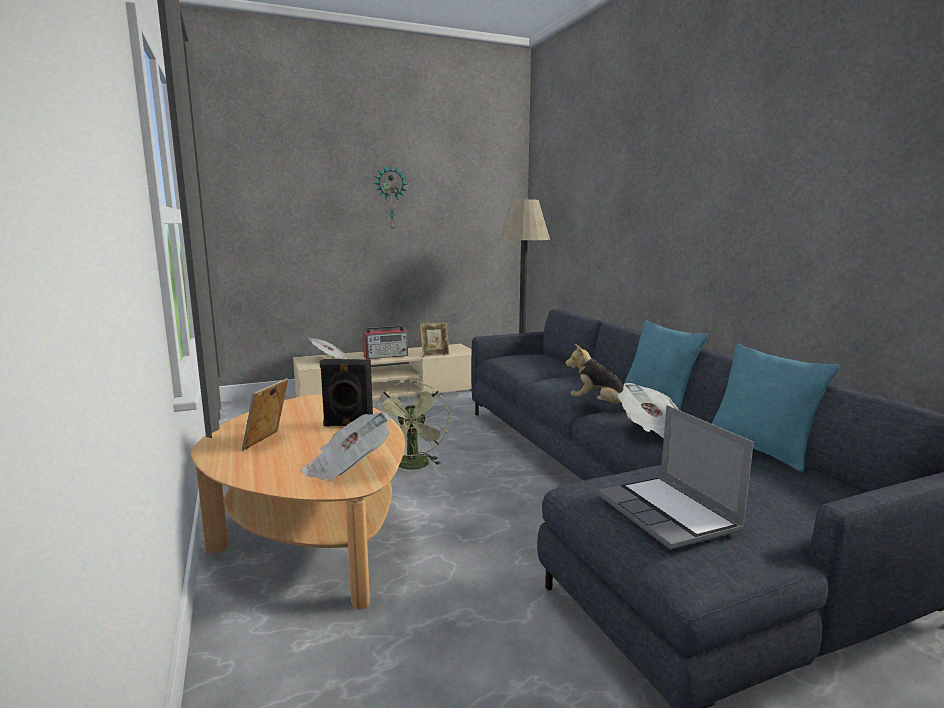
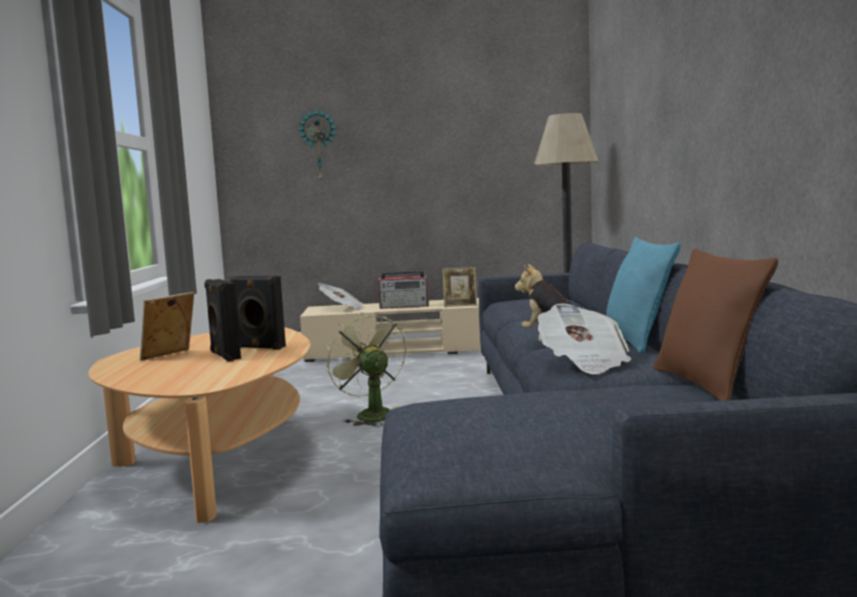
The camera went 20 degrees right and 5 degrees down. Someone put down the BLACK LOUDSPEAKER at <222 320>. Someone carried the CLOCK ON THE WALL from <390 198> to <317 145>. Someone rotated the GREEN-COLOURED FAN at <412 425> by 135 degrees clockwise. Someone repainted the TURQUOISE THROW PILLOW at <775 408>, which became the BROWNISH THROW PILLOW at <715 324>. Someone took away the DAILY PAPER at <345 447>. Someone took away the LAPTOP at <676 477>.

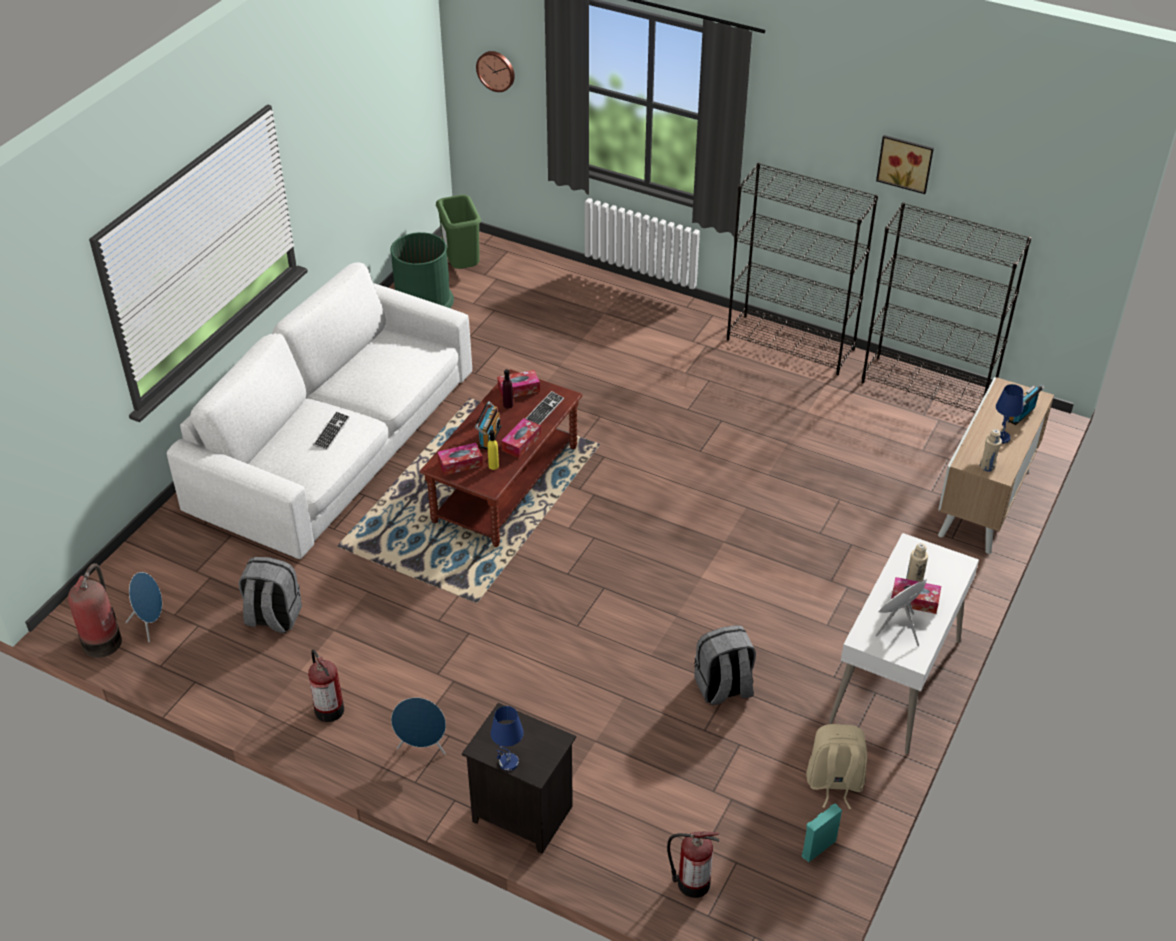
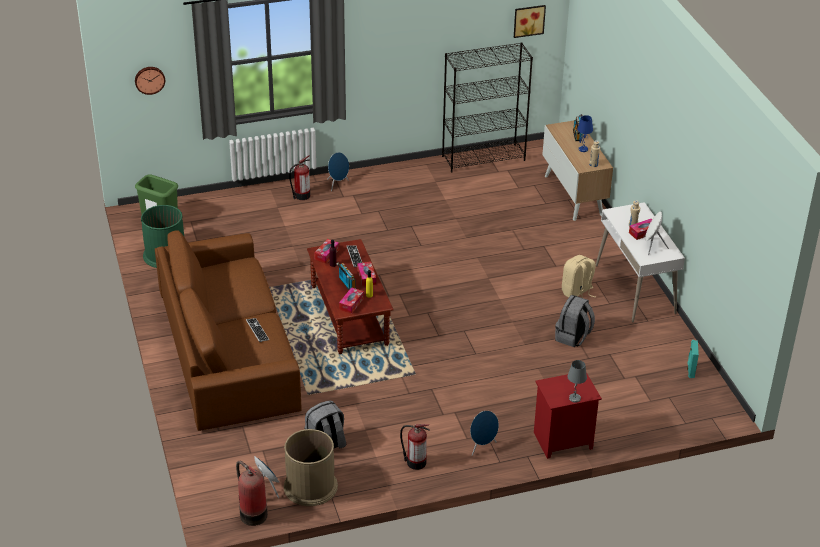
The camera went 45 degrees left and 5 degrees down. Someone repainted the WHITISH SETTEE at <319 410>, which became the BROWNISH SETTEE at <228 330>. Someone put down the BROWNISH TRASH CAN at <311 467>. Someone carried the FIRE-FIGHTING CYLINDER from <693 864> to <299 177>. Someone put down the BLUISH LOUDSPEAKER at <338 171>. Someone carried the WALL PICTURE from <905 164> to <530 21>. Someone repainted the BLACK NIGHTSTAND at <519 778>, which became the RED-COLOURED NIGHTSTAND at <568 415>. Someone carried the BEIGE-COLOURED BACKPACK from <836 766> to <579 276>. Someone repainted the BLUISH LAMP FOR A TABLE at <507 738>, which became the GREY LAMP FOR A TABLE at <577 381>. Someone took away the BLACK BOOKCASE at <802 269>.

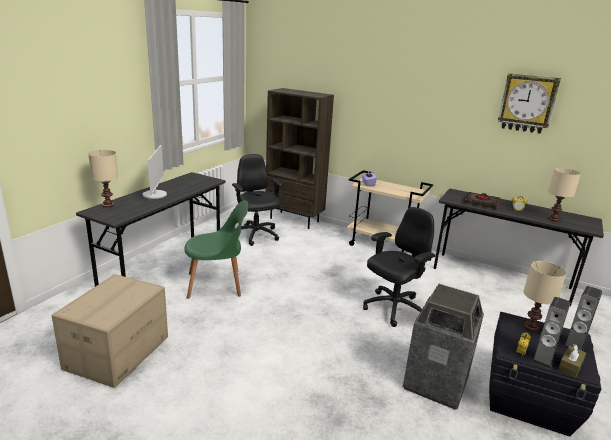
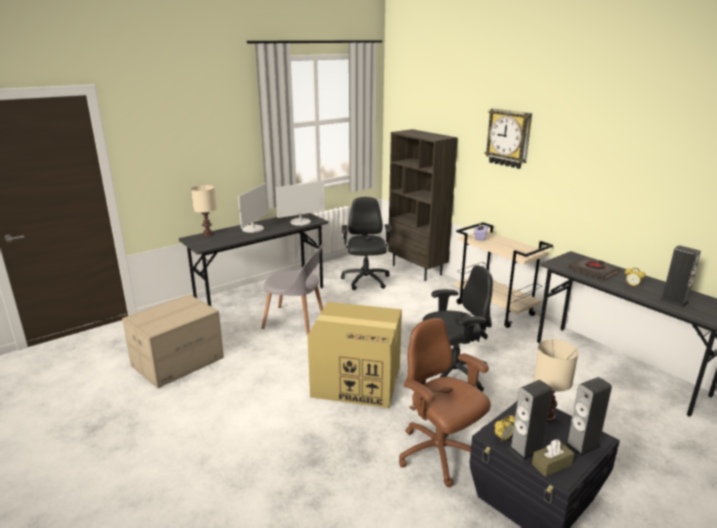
The camera went 25 degrees right and 0 degrees up. Someone repainted the GREEN-COLOURED PLAIN CHAIR at <216 249>, which became the GREY PLAIN CHAIR at <293 288>. Someone put down the COMPUTER DISPLAY at <300 203>. Someone put down the CARTON at <354 355>. Someone swapped the TRASH CAN at <443 347> for the BROWNISH OFFICE CHAIR at <445 402>. Someone carried the CLOCK ON THE WALL from <529 103> to <508 138>. Someone swapped the BEIGE-COLOURED LAMP FOR A TABLE at <564 195> for the LOUDSPEAKER at <680 276>.

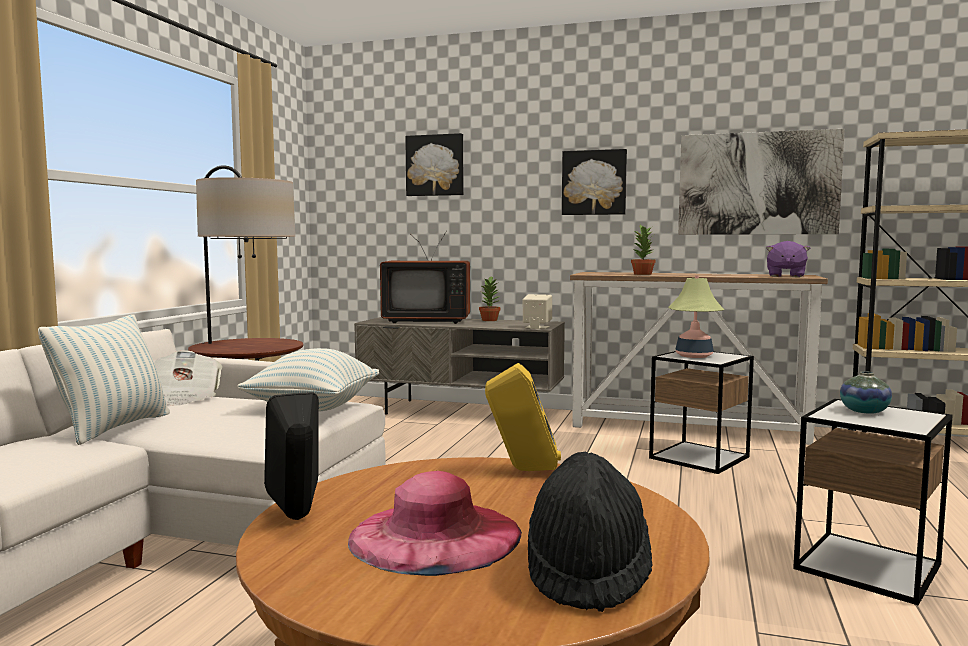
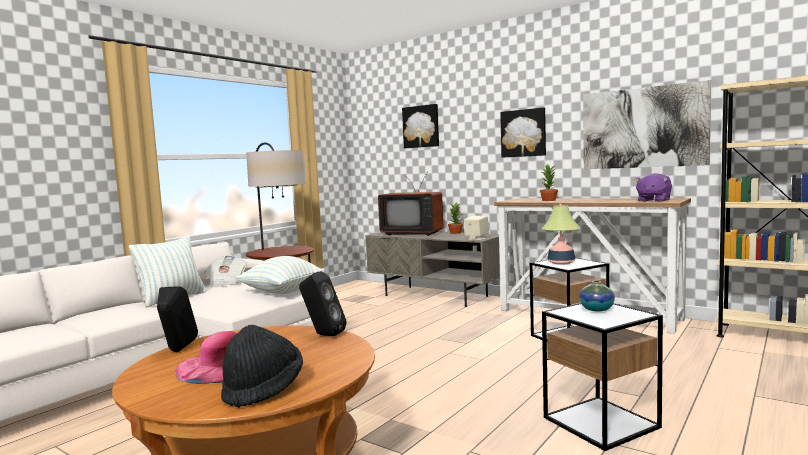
The camera went 20 degrees right and 0 degrees up. Someone repainted the YELLOW LOUDSPEAKER at <523 417>, which became the BLACK LOUDSPEAKER at <323 303>.

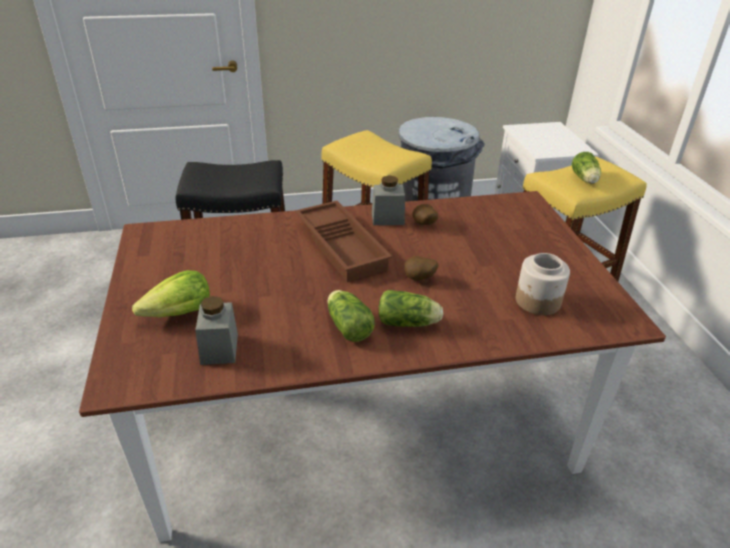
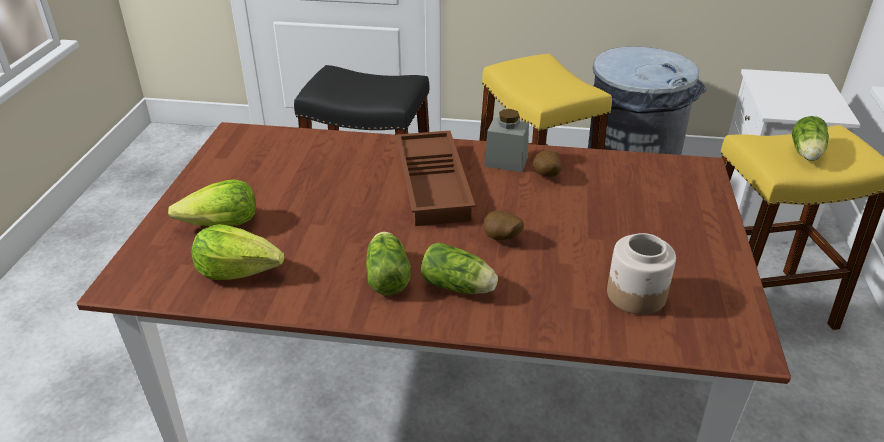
The camera went 20 degrees right and 0 degrees up. Someone swapped the GREY JAR at <216 330> for the LETTUCE HEAD at <238 252>.

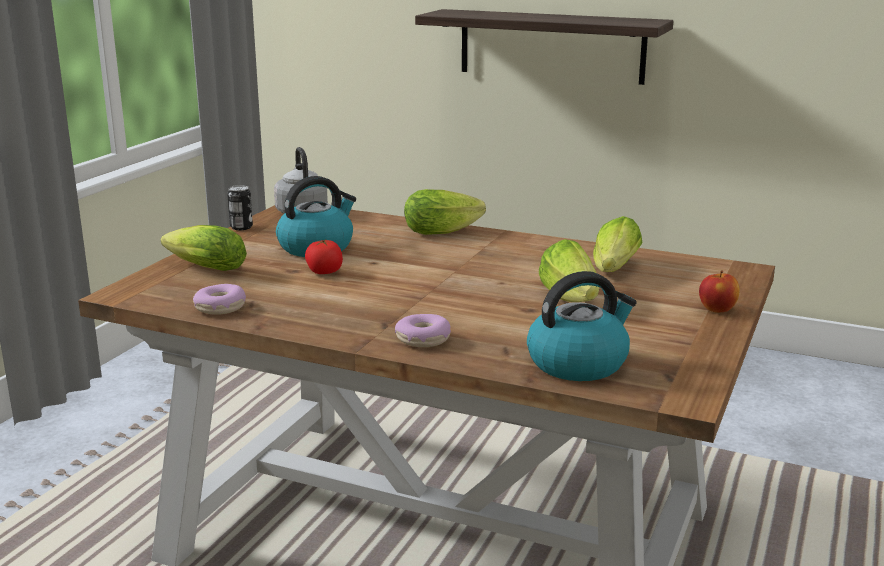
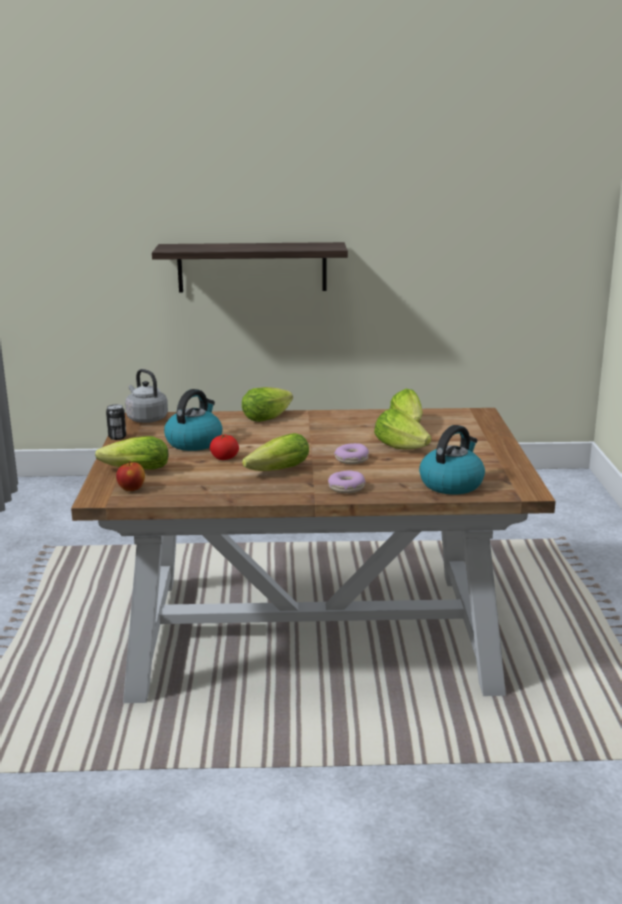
The camera went 25 degrees left and 0 degrees up. Someone carried the APPLE from <719 291> to <130 476>. Someone put down the LETTUCE HEAD at <275 452>. Someone carried the DONUT from <219 299> to <351 453>.

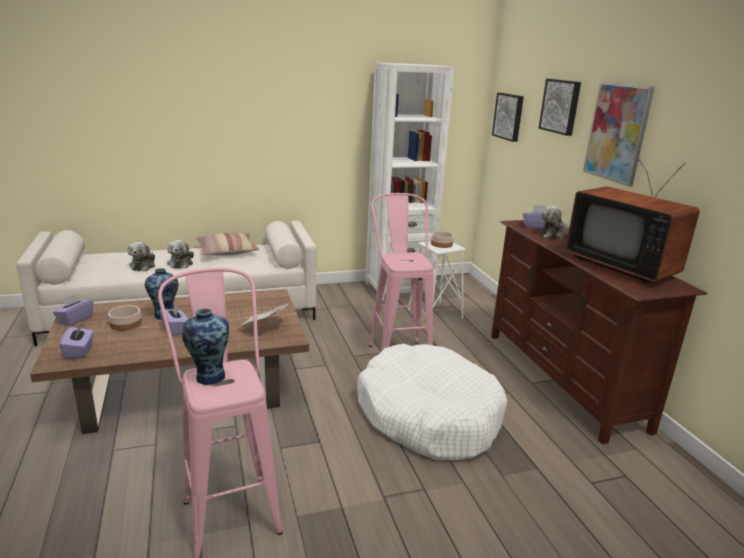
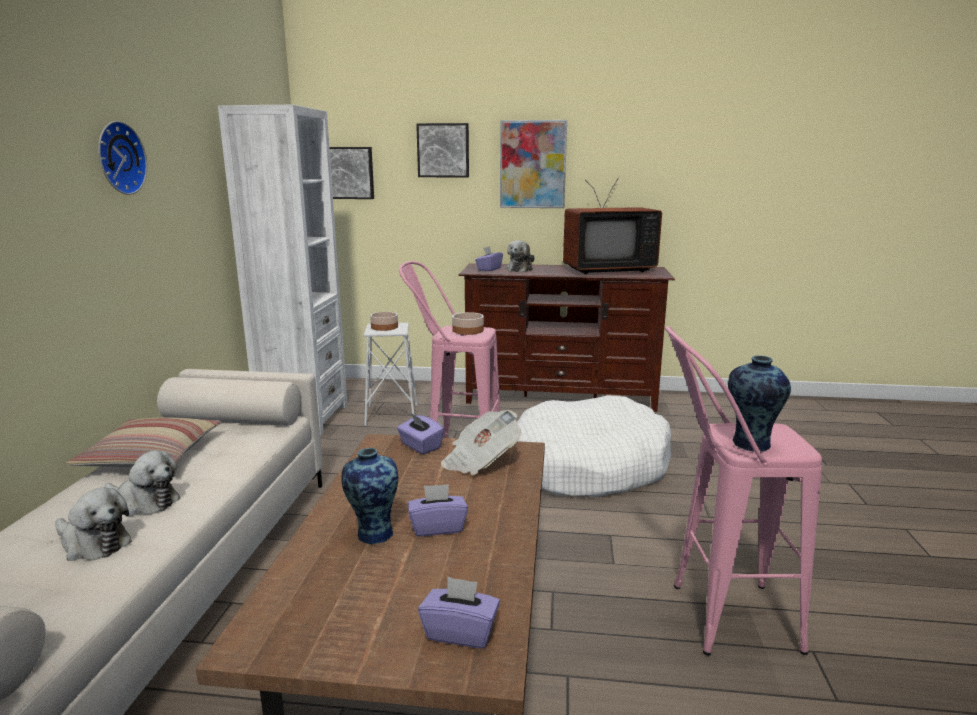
The camera went 65 degrees left and 5 degrees down. Someone put up the CLOCK ON THE WALL at <122 158>. Someone carried the PURPLE TISSUE HOLDER from <73 310> to <420 433>. Someone carried the DEEP DISH from <125 318> to <468 323>.

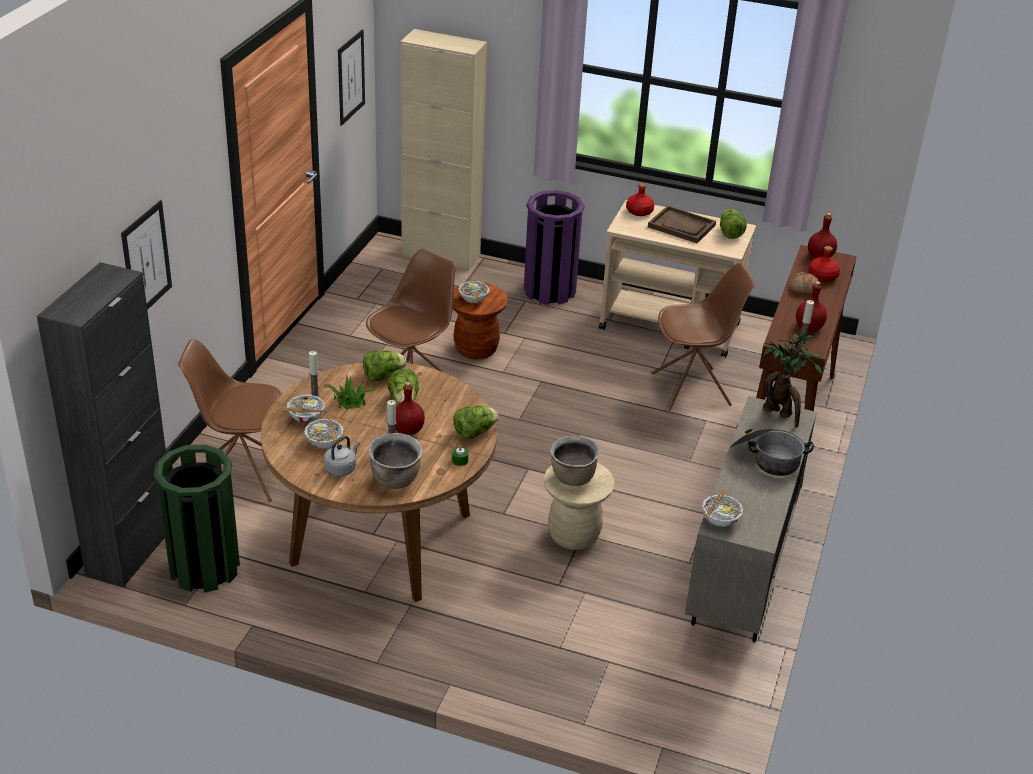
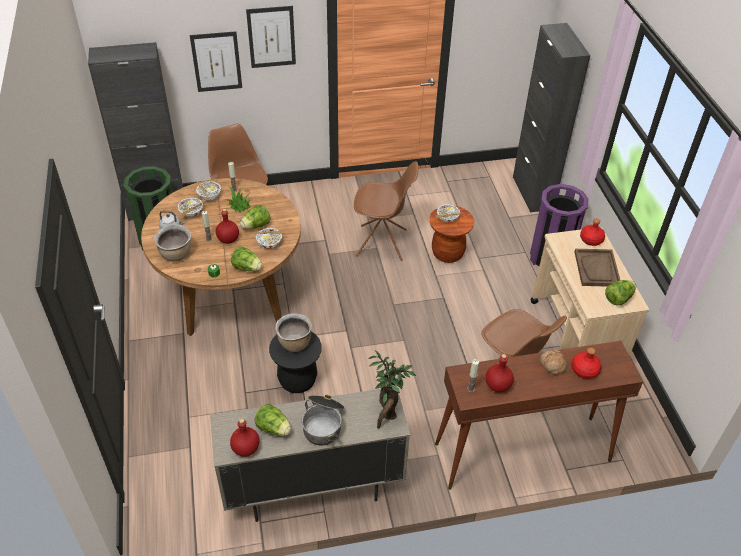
The camera went 60 degrees right and 10 degrees up. Someone carried the RED-COLOURED BOTTLE from <822 235> to <245 437>. Someone carried the WALL PICTURE from <351 77> to <271 37>. Someone carried the DEEP DISH from <722 508> to <269 238>. Someone carried the LETTUCE HEAD from <384 366> to <273 419>. Someone repainted the BEIGE-COLOURED STOOL at <579 506>, which became the BLACK STOOL at <295 362>. Someone repainted the BEIGE-COLOURED STORAGE CABINET at <443 150>, which became the BLACK STORAGE CABINET at <551 117>.

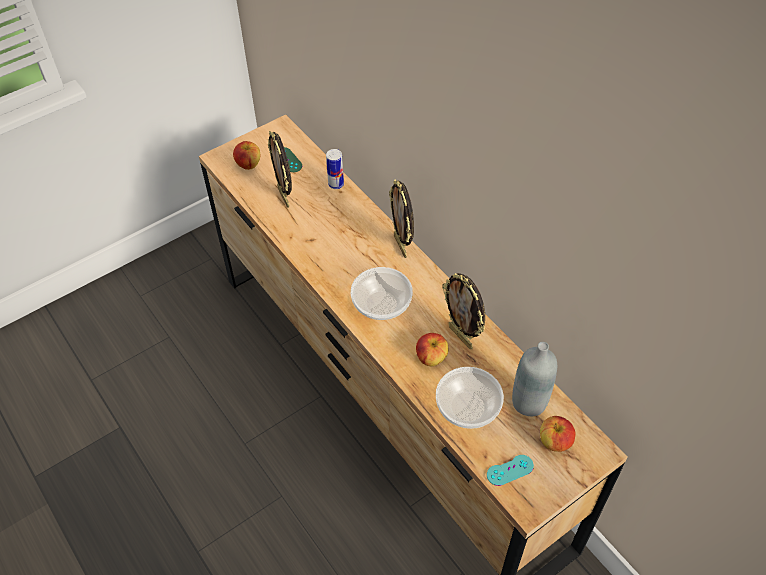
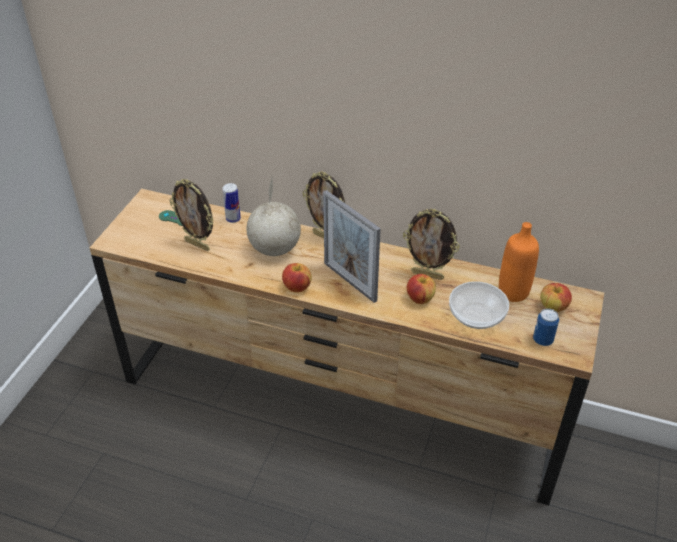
The camera went 35 degrees left and 10 degrees down. Someone put down the WORLD GLOBE at <273 217>. Someone carried the APPLE from <246 155> to <297 277>. Someone swapped the DEEP DISH at <382 293> for the PHOTO FRAME at <352 246>. Someone repainted the GREY BOTTLE at <534 379>, which became the ORANGE-COLOURED BOTTLE at <519 262>. Someone swapped the TURQUOISE JOYPAD at <510 470> for the CAN at <546 327>.

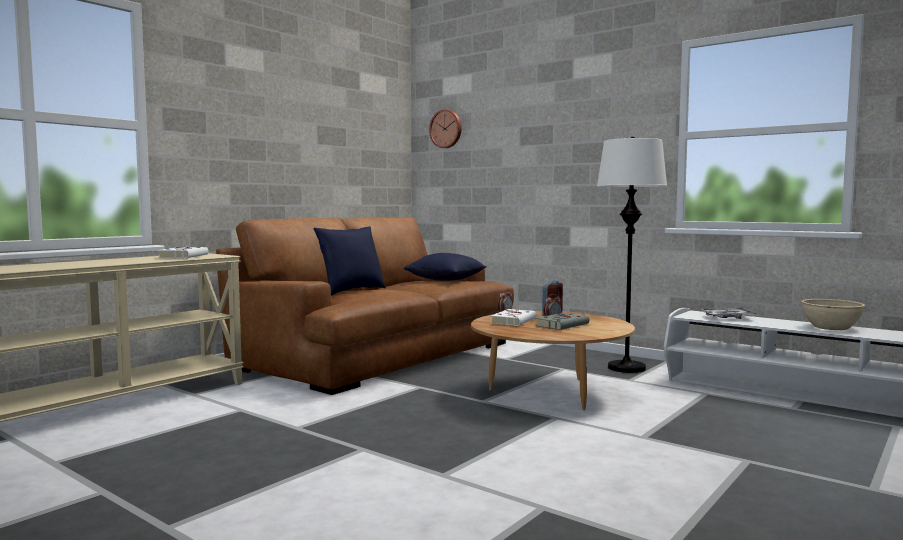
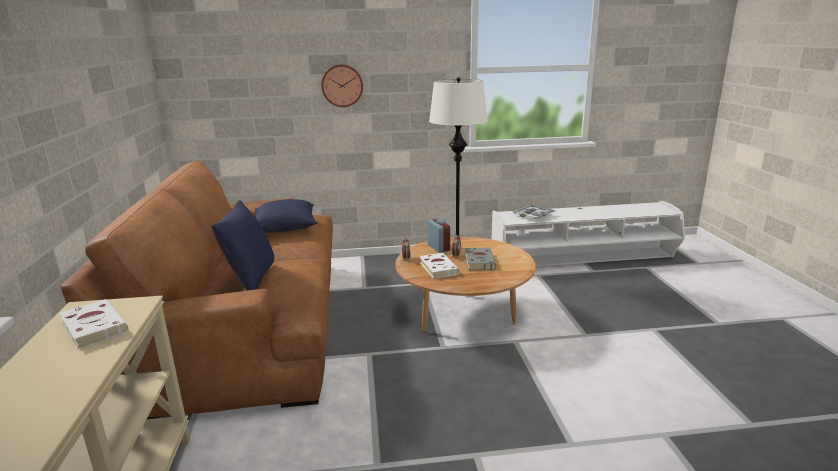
The camera went 45 degrees left and 15 degrees up. Someone carried the CLOCK ON THE WALL from <445 128> to <342 85>. Someone took away the BEIGE-COLOURED DEEP DISH at <833 314>.

